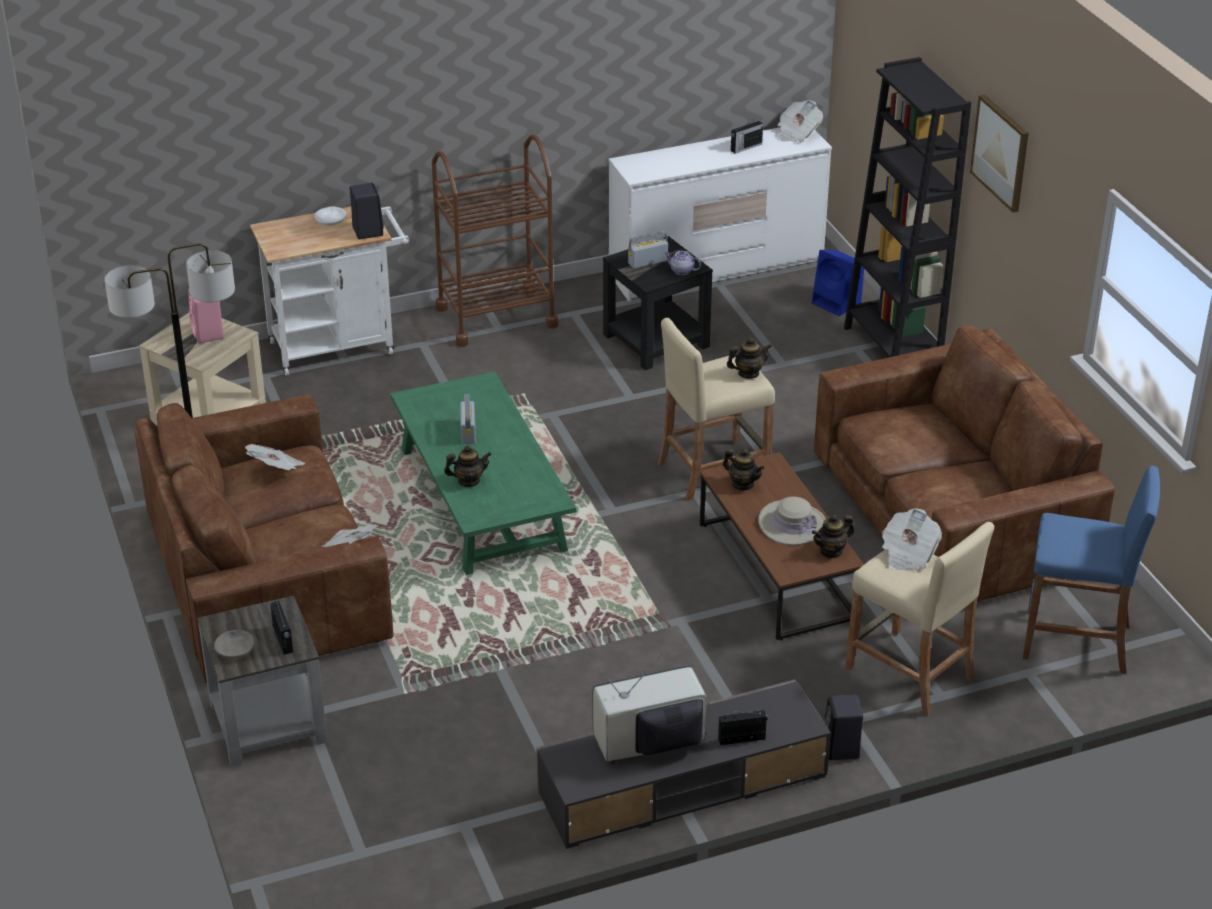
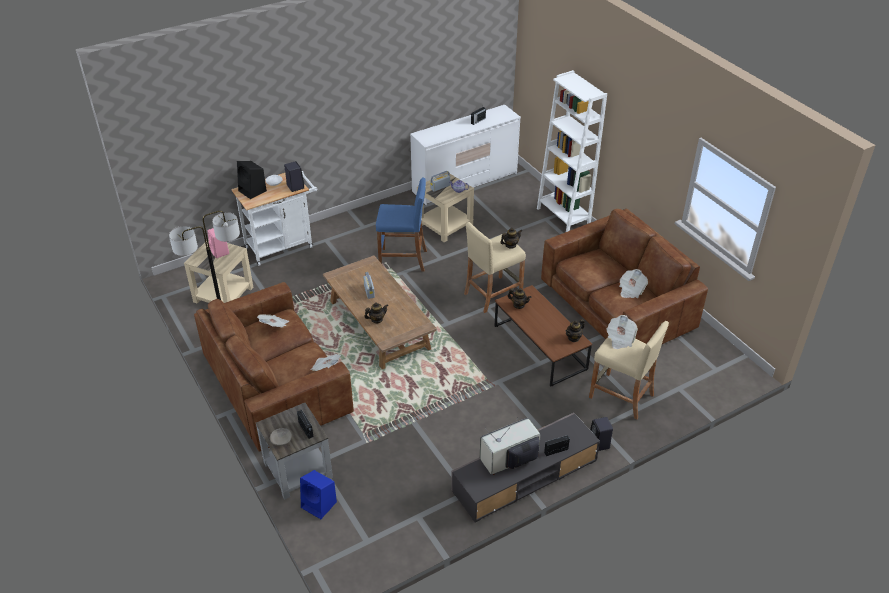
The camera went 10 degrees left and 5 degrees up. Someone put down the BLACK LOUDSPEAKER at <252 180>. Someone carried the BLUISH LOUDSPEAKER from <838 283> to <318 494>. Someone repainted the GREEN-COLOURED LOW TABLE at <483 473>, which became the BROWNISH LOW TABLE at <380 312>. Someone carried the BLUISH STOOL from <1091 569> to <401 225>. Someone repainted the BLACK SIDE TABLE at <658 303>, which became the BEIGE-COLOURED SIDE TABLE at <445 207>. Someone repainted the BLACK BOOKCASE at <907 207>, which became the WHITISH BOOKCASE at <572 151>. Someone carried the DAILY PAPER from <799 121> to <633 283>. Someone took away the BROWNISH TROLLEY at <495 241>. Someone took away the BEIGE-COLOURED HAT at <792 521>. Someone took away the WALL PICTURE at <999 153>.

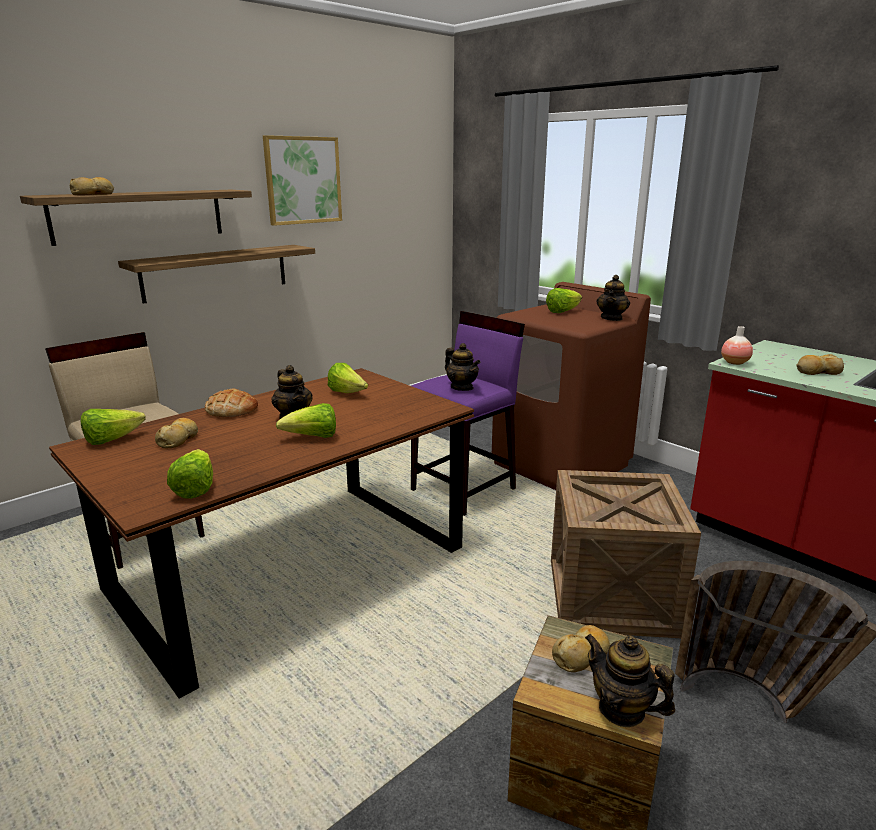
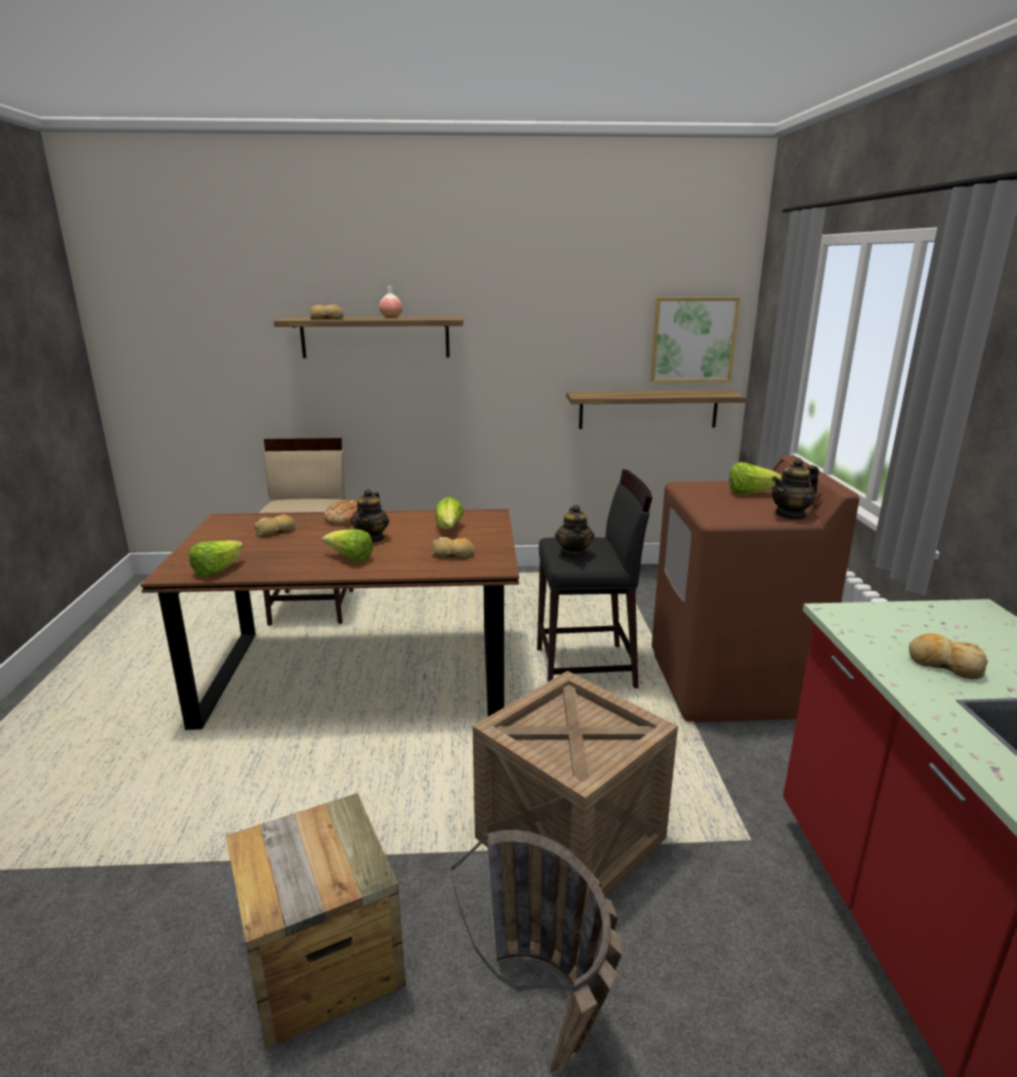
The camera went 40 degrees right and 0 degrees up. Someone carried the VASE from <737 345> to <391 302>. Someone carried the BREAD from <581 648> to <453 548>. Someone repainted the PURPLE STOOL at <468 413>, which became the BLACK STOOL at <594 578>. Someone carried the SHELF from <216 274> to <656 409>. Someone carried the WALL PICTURE from <302 180> to <695 339>. Someone took away the LETTUCE HEAD at <113 427>. Someone took away the TEAPOT at <630 680>.

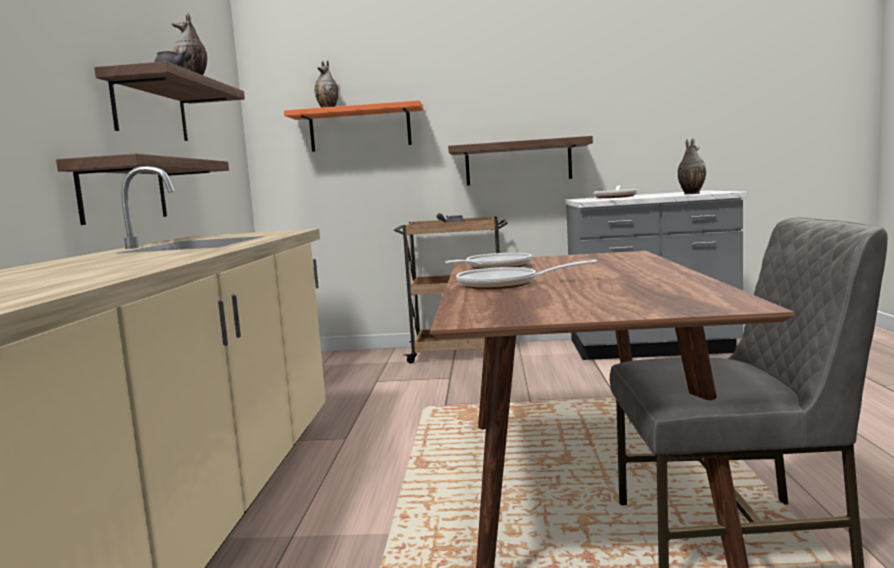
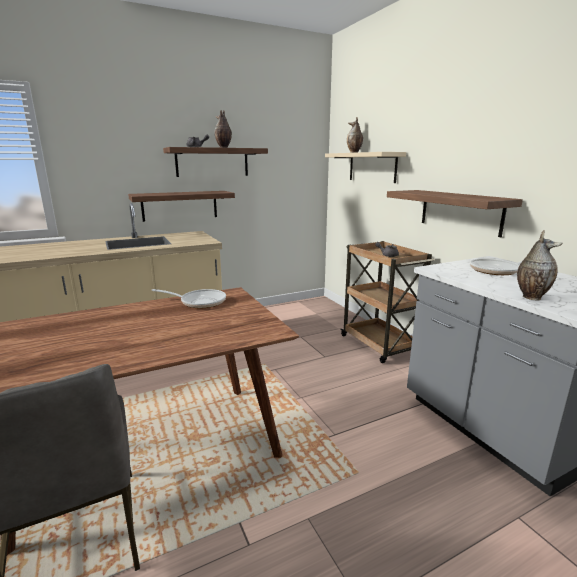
The camera went 60 degrees right and 10 degrees up. Someone repainted the ORANGE-COLOURED SHELF at <353 126>, which became the BEIGE-COLOURED SHELF at <365 167>. Someone took away the SKILLET at <526 275>.

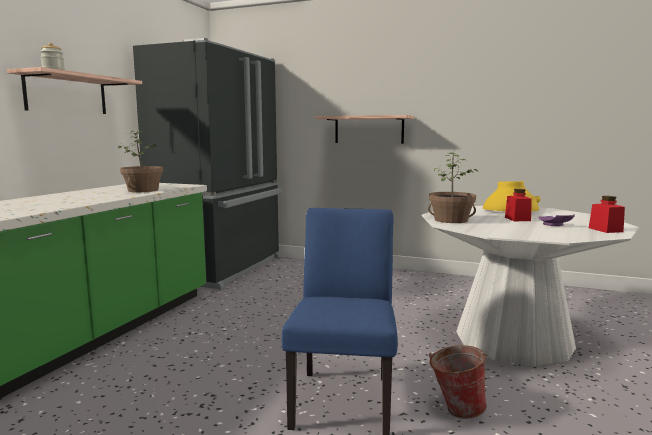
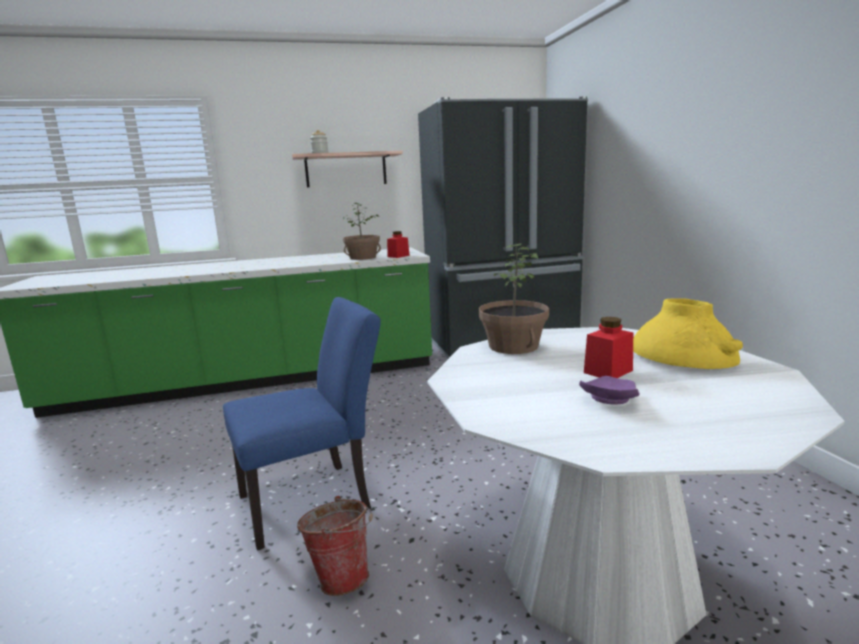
The camera went 55 degrees right and 5 degrees up. Someone carried the RED-COLOURED JAR from <607 214> to <398 244>. Someone took away the SHELF at <365 129>.

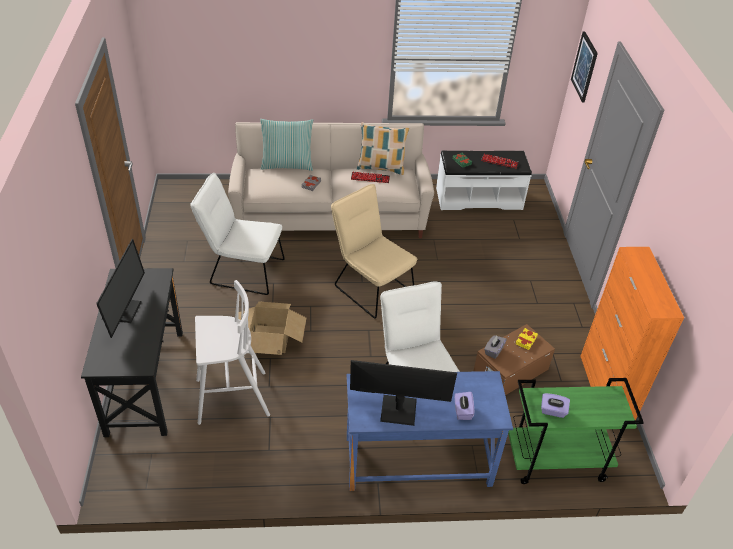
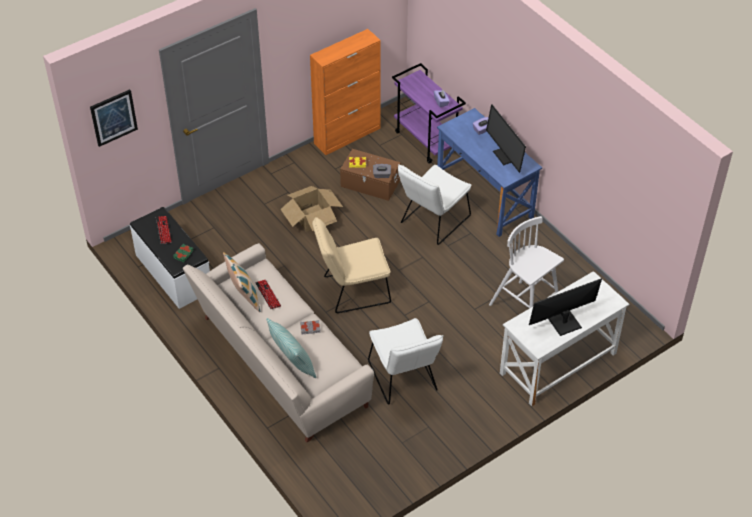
The camera went 120 degrees left and 5 degrees up. Someone carried the CARTON from <272 328> to <311 209>. Someone rotated the BEIGE-COLOURED PLAIN CHAIR at <374 251> by 60 degrees clockwise. Someone repainted the GREEN-COLOURED TROLLEY at <576 431>, which became the PURPLE TROLLEY at <429 113>. Someone repainted the BLACK DESK UNIT at <132 352>, which became the WHITISH DESK UNIT at <564 338>.

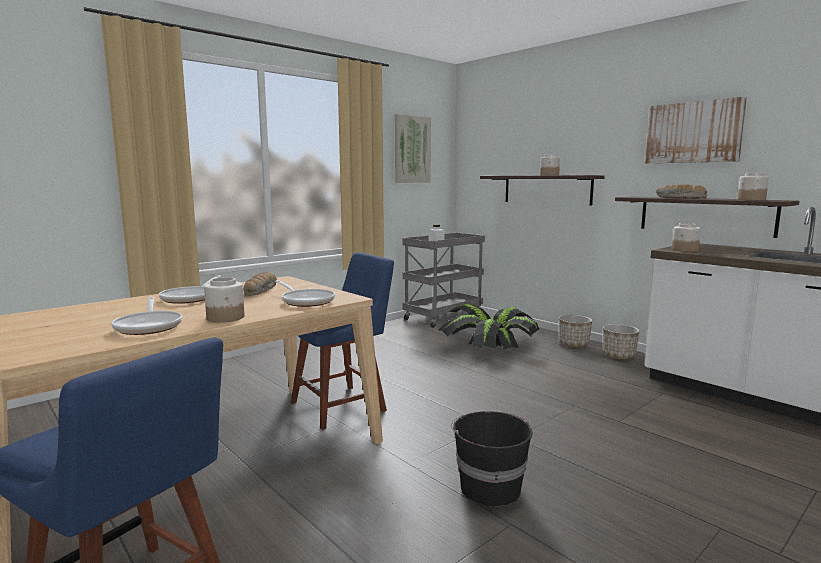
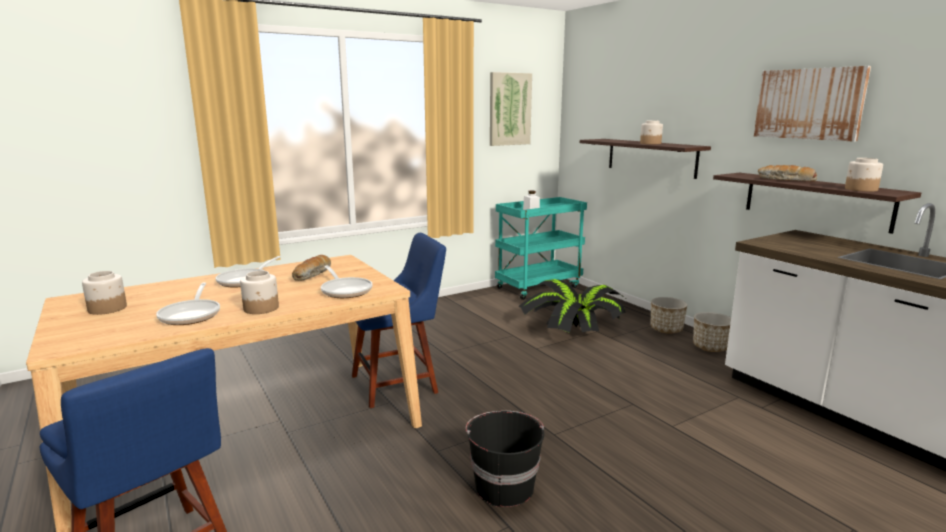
The camera went 10 degrees right and 5 degrees up. Someone carried the JAR from <686 237> to <104 293>. Someone repainted the GREY TROLLEY at <443 280>, which became the TURQUOISE TROLLEY at <541 248>.

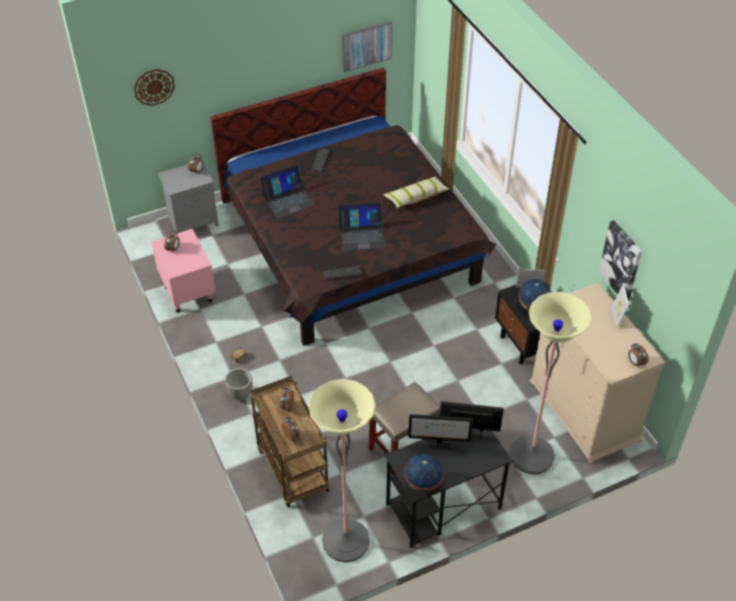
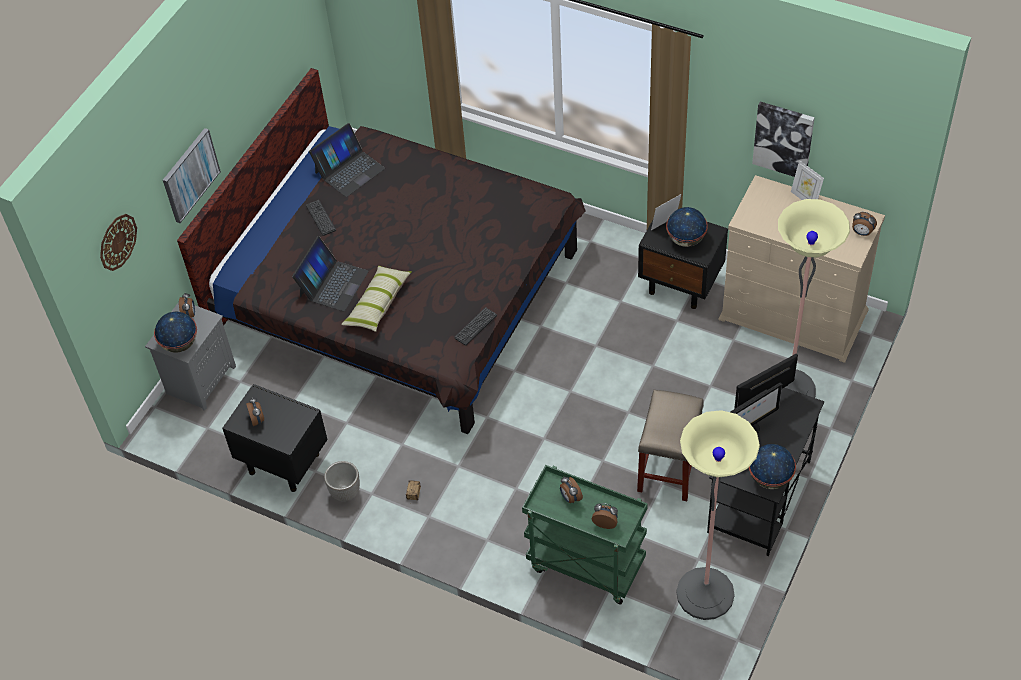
The camera went 35 degrees left and 5 degrees up. Someone put down the WORLD GLOBE at <175 332>. Someone carried the WALL PICTURE from <367 46> to <192 175>. Someone repainted the PINKISH NIGHTSTAND at <183 271>, which became the BLACK NIGHTSTAND at <275 438>. Someone carried the LAPTOP from <362 226> to <347 160>. Someone carried the PLANTER from <238 384> to <342 481>. Someone carried the THROW PILLOW from <416 192> to <376 299>. Someone repainted the BROWNISH TROLLEY at <290 442>, which became the GREEN-COLOURED TROLLEY at <585 534>.

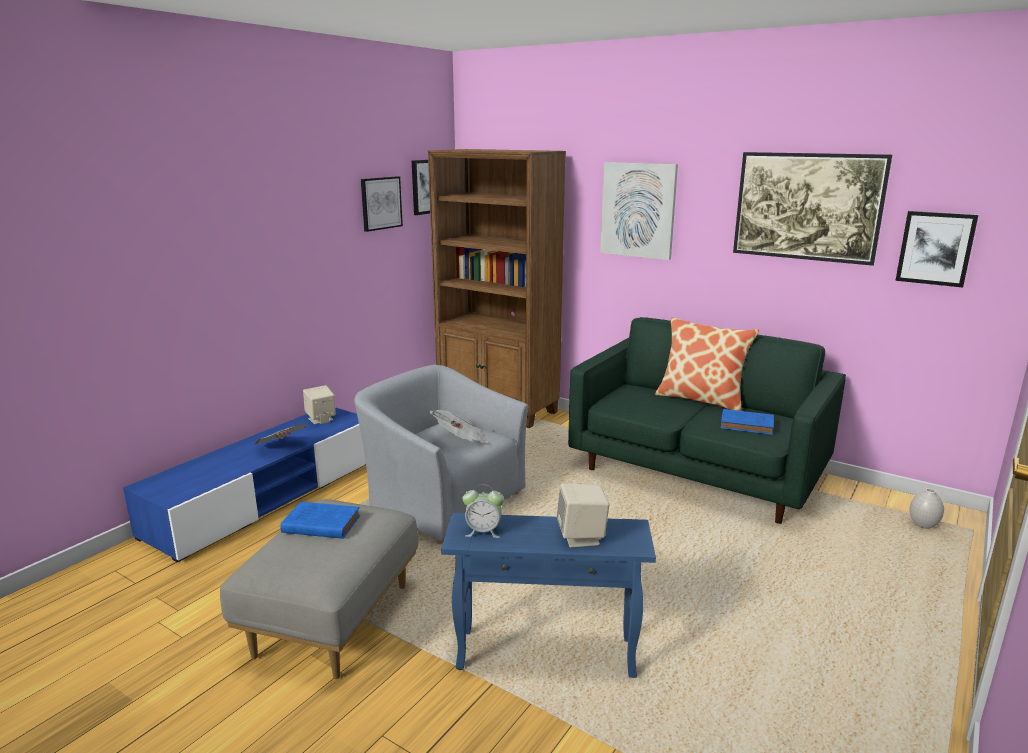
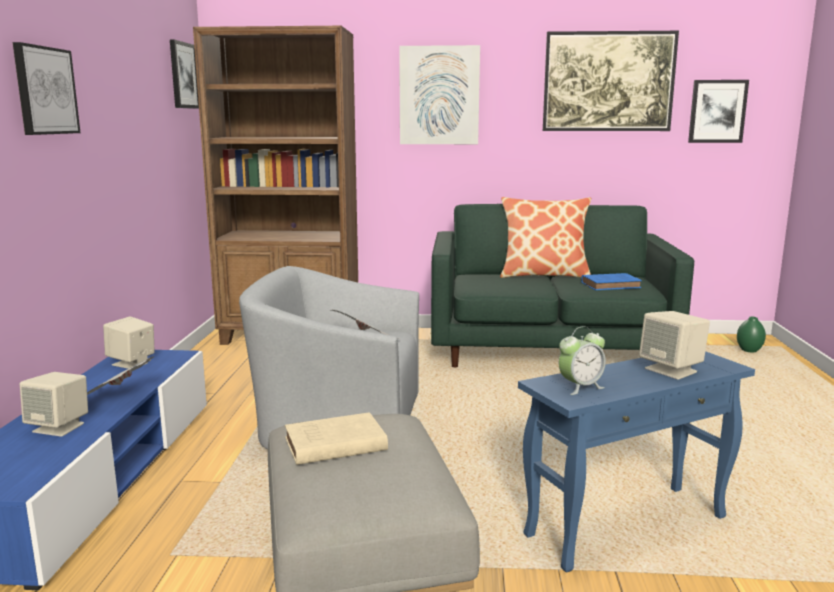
The camera went 30 degrees left and 5 degrees down. Someone carried the WALL PICTURE from <382 204> to <46 88>. Someone put down the BEIGE-COLOURED LOUDSPEAKER at <54 404>. Someone repainted the BLUISH VOLUME at <320 520>, which became the BEIGE-COLOURED VOLUME at <336 438>. Someone repainted the WHITISH VASE at <927 508>, which became the GREEN-COLOURED VASE at <751 334>.

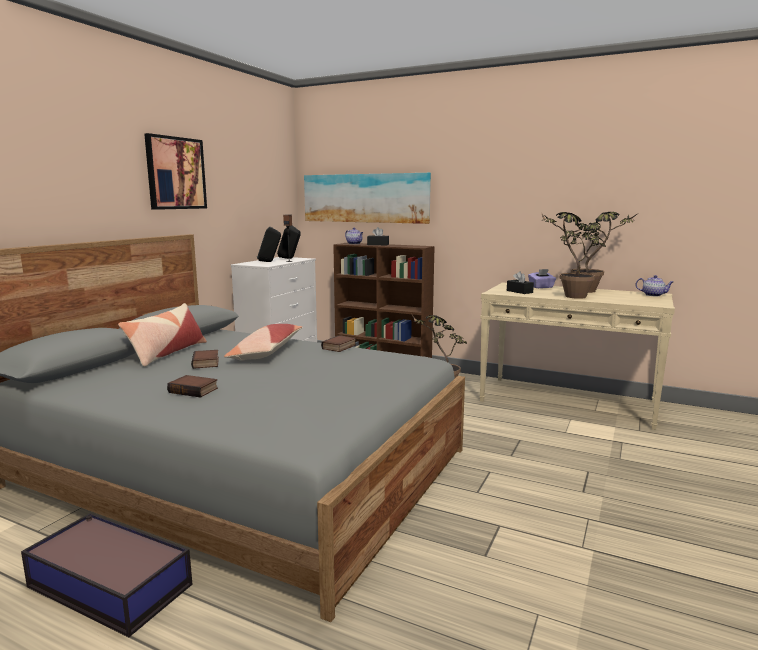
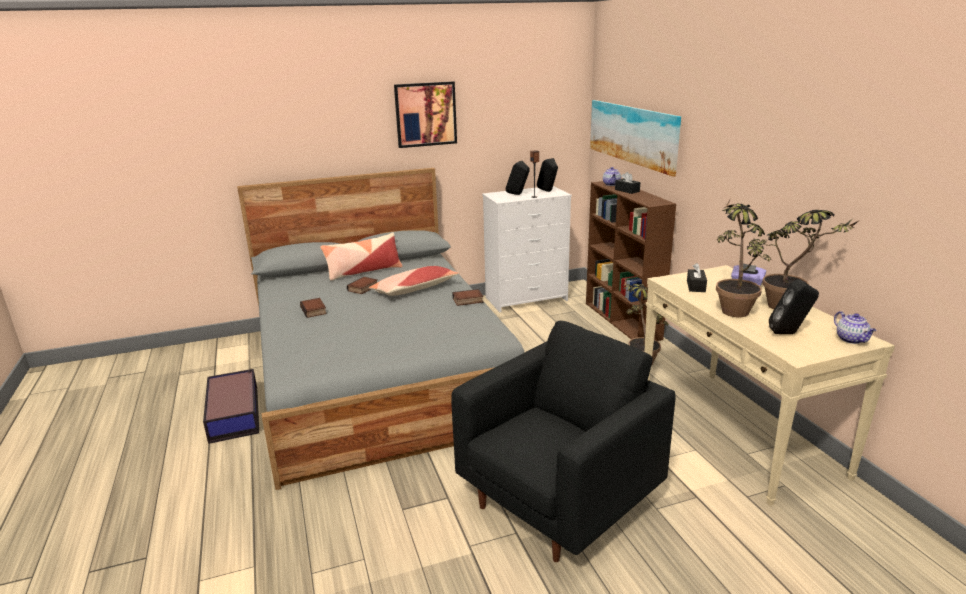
The camera went 45 degrees right and 10 degrees up. Someone put down the BLACK LOUNGE CHAIR at <563 441>. Someone put down the BLACK LOUDSPEAKER at <794 306>.

